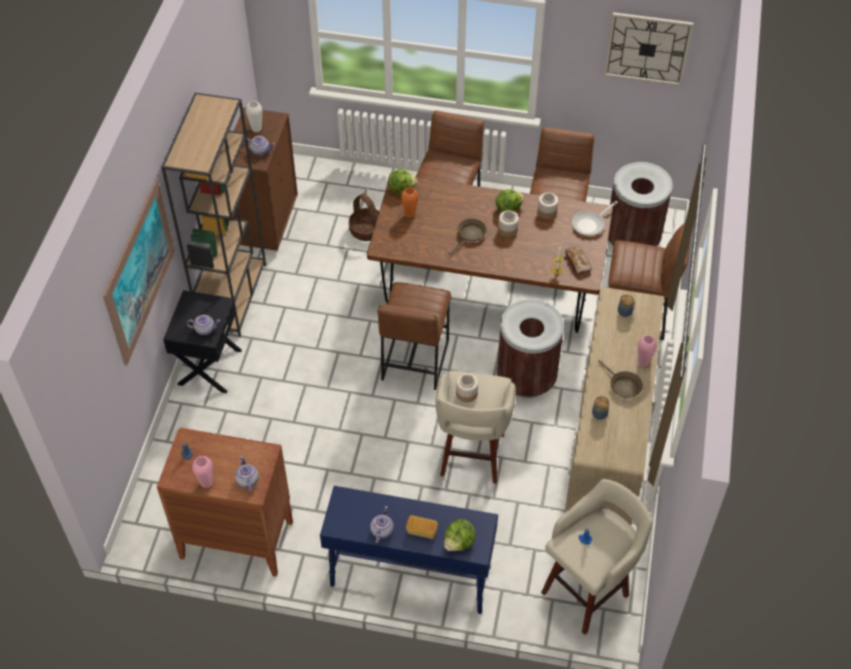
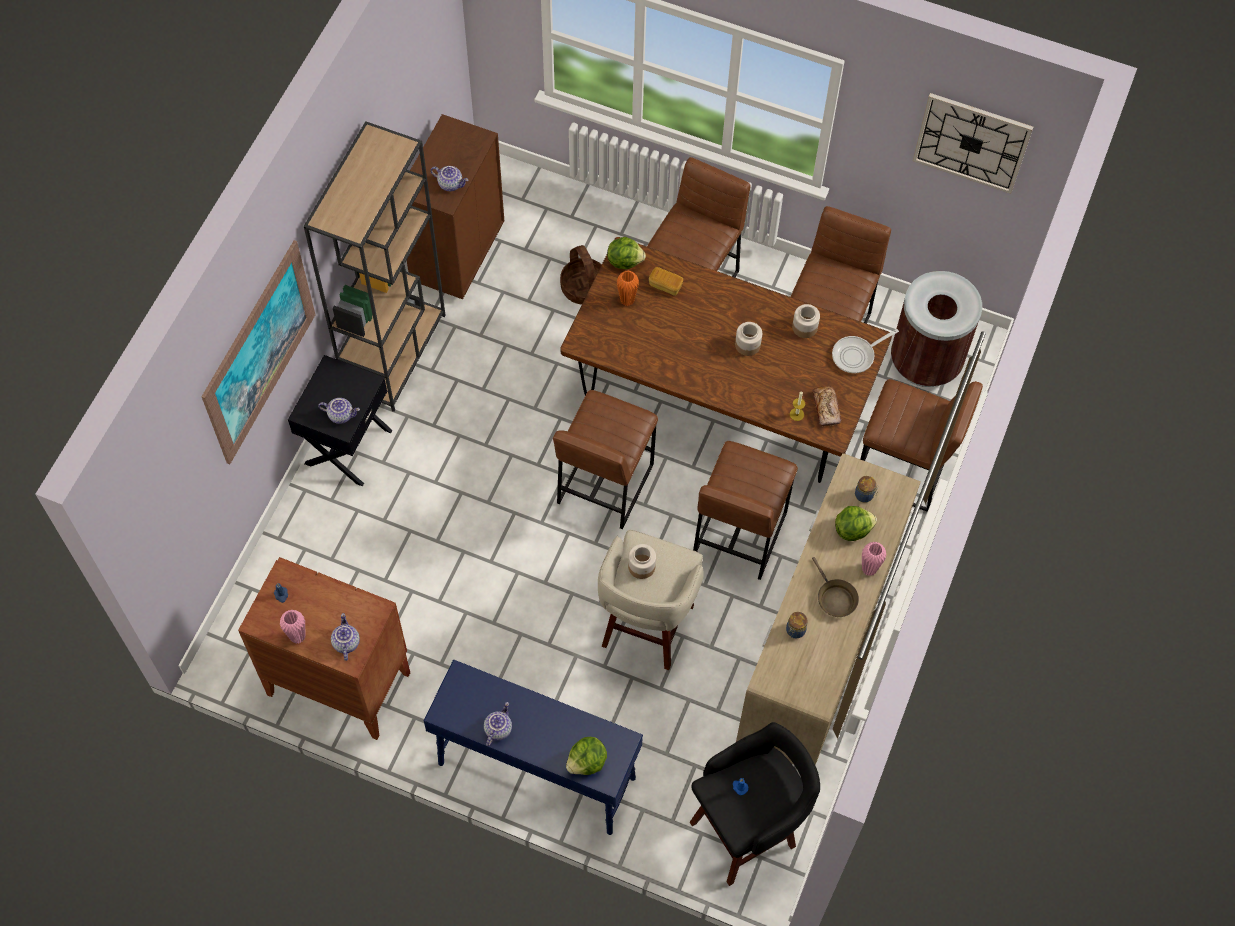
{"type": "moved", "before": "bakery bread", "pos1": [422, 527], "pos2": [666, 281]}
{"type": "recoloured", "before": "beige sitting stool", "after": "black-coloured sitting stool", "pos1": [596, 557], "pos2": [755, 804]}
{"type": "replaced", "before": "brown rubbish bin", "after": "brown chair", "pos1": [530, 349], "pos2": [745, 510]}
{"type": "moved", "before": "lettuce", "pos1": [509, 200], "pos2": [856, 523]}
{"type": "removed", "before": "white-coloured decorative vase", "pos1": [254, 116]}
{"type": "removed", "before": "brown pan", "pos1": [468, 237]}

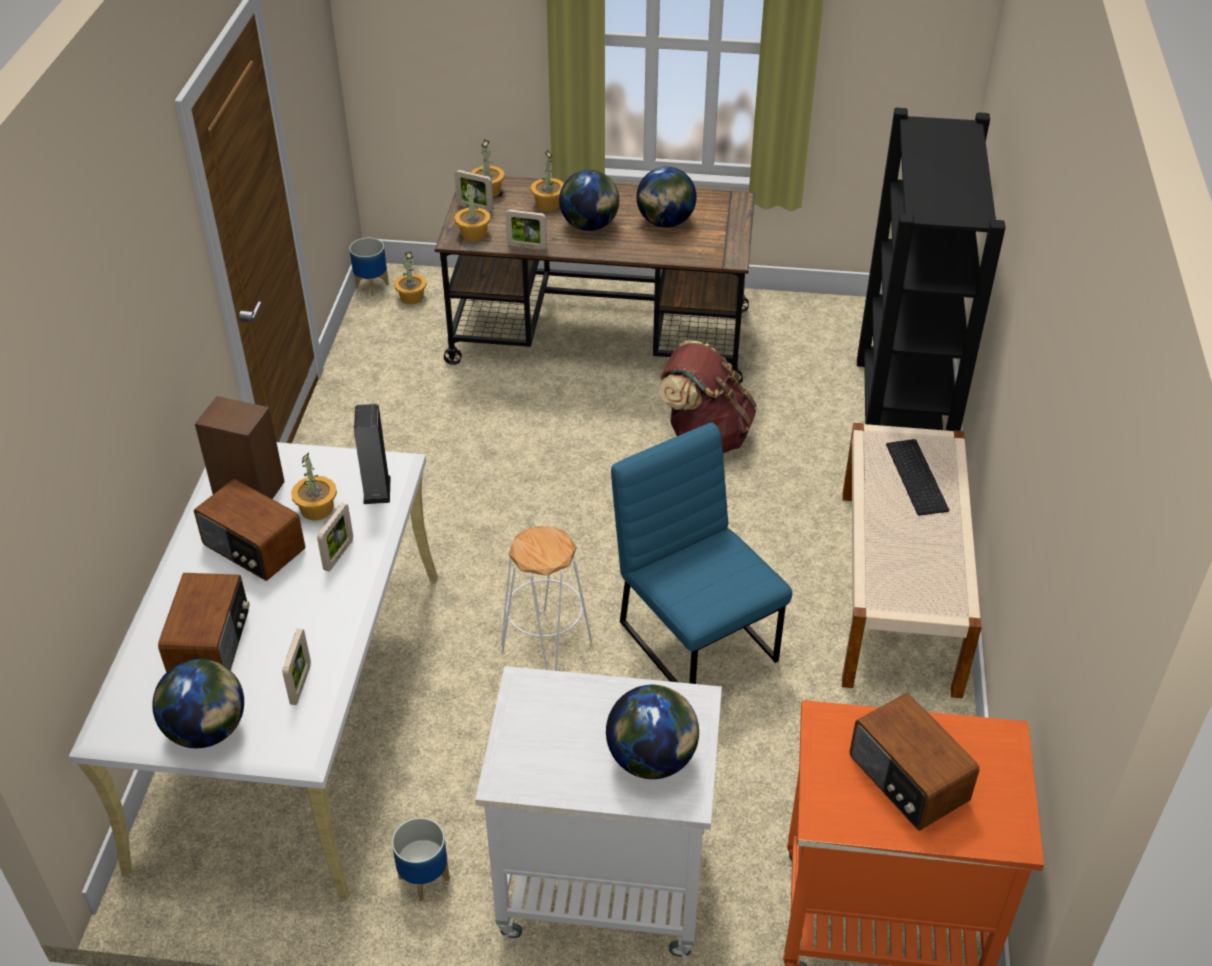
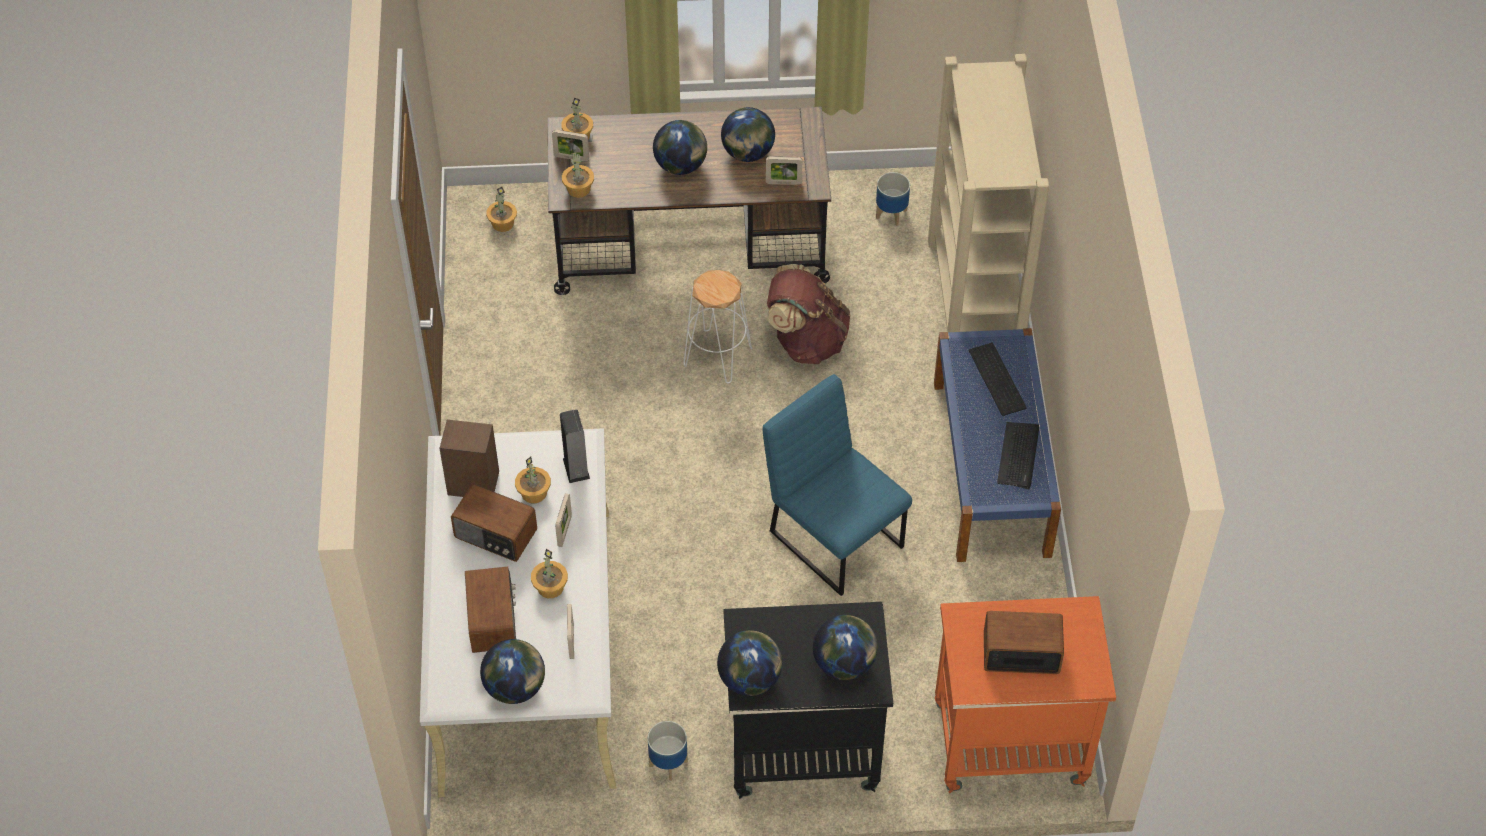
{"type": "moved", "before": "houseplant", "pos1": [547, 180], "pos2": [549, 574]}
{"type": "moved", "before": "white-coloured sitting stool", "pos1": [546, 598], "pos2": [717, 326]}
{"type": "added", "after": "world globe", "pos2": [749, 663]}
{"type": "recoloured", "before": "white-coloured wheeled cart", "after": "black-coloured wheeled cart", "pos1": [598, 813], "pos2": [808, 700]}
{"type": "moved", "before": "photo frame", "pos1": [526, 229], "pos2": [784, 171]}
{"type": "moved", "before": "planter", "pos1": [369, 267], "pos2": [893, 199]}
{"type": "recoloured", "before": "black-coloured bookcase", "after": "beige bookcase", "pos1": [931, 295], "pos2": [988, 211]}
{"type": "recoloured", "before": "beige long seat", "after": "blue-coloured long seat", "pos1": [912, 560], "pos2": [997, 445]}
{"type": "turned", "before": "radio receiver", "pos1": [915, 762], "pos2": [1024, 642], "turn": 135}
{"type": "added", "after": "PC keyboard", "pos2": [1018, 455]}

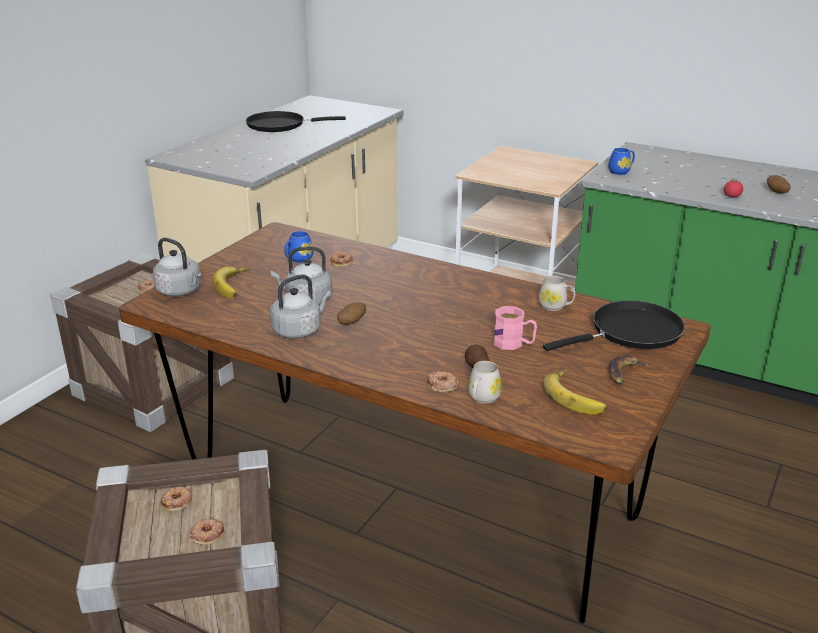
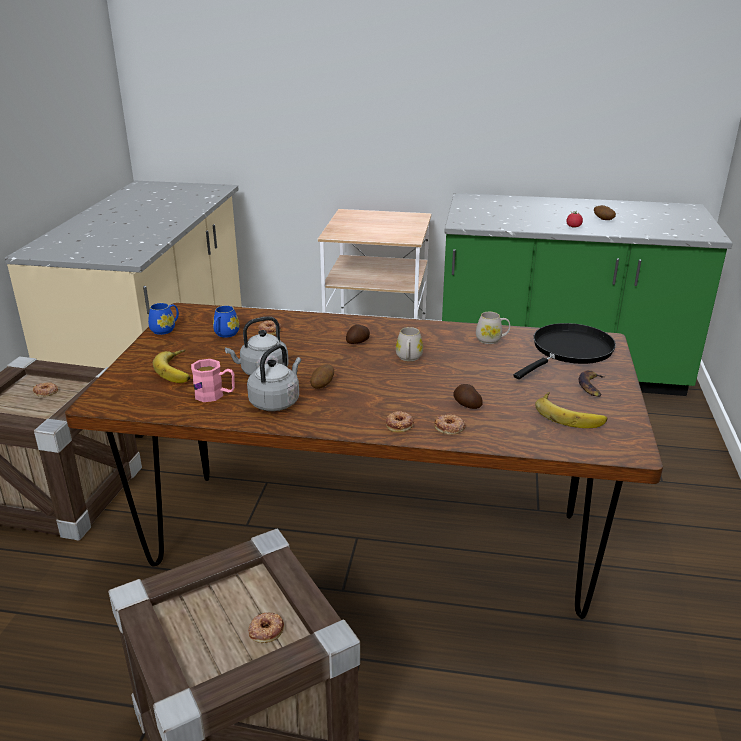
{"type": "moved", "before": "blue-coloured mug", "pos1": [621, 161], "pos2": [163, 319]}
{"type": "moved", "before": "pink-coloured mug", "pos1": [515, 328], "pos2": [213, 380]}
{"type": "added", "after": "potato", "pos2": [358, 334]}
{"type": "moved", "before": "doughnut", "pos1": [176, 499], "pos2": [400, 421]}
{"type": "moved", "before": "white-coloured mug", "pos1": [485, 382], "pos2": [409, 344]}
{"type": "removed", "before": "greyish tea kettle", "pos1": [177, 267]}
{"type": "removed", "before": "black-coloured pan", "pos1": [296, 121]}

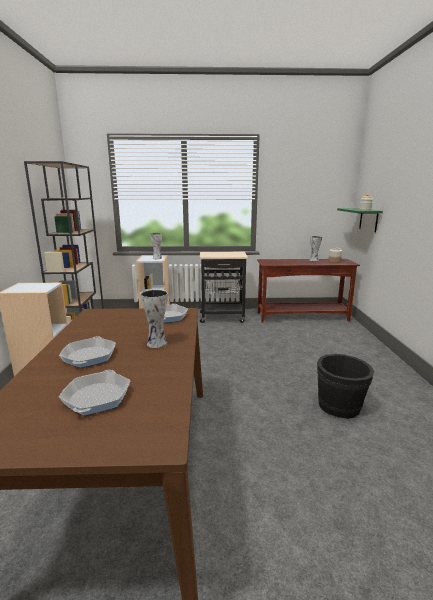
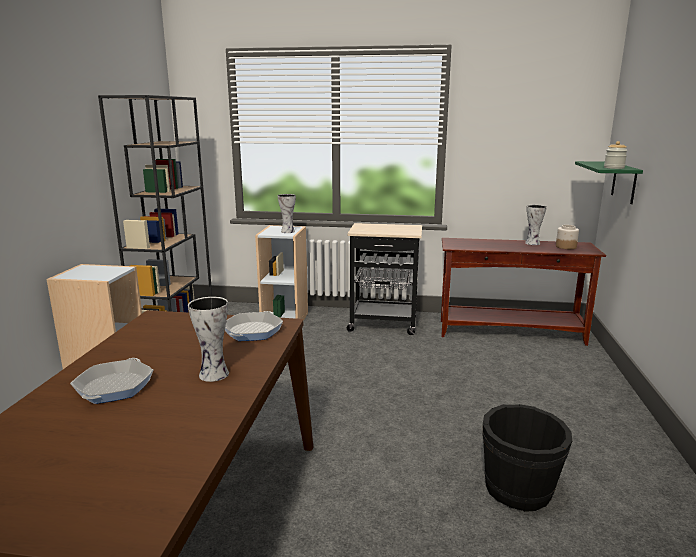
{"type": "removed", "before": "pan", "pos1": [95, 392]}

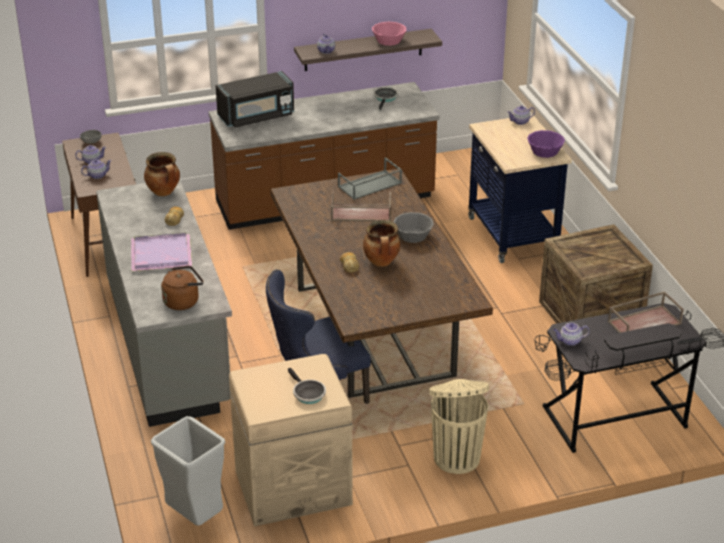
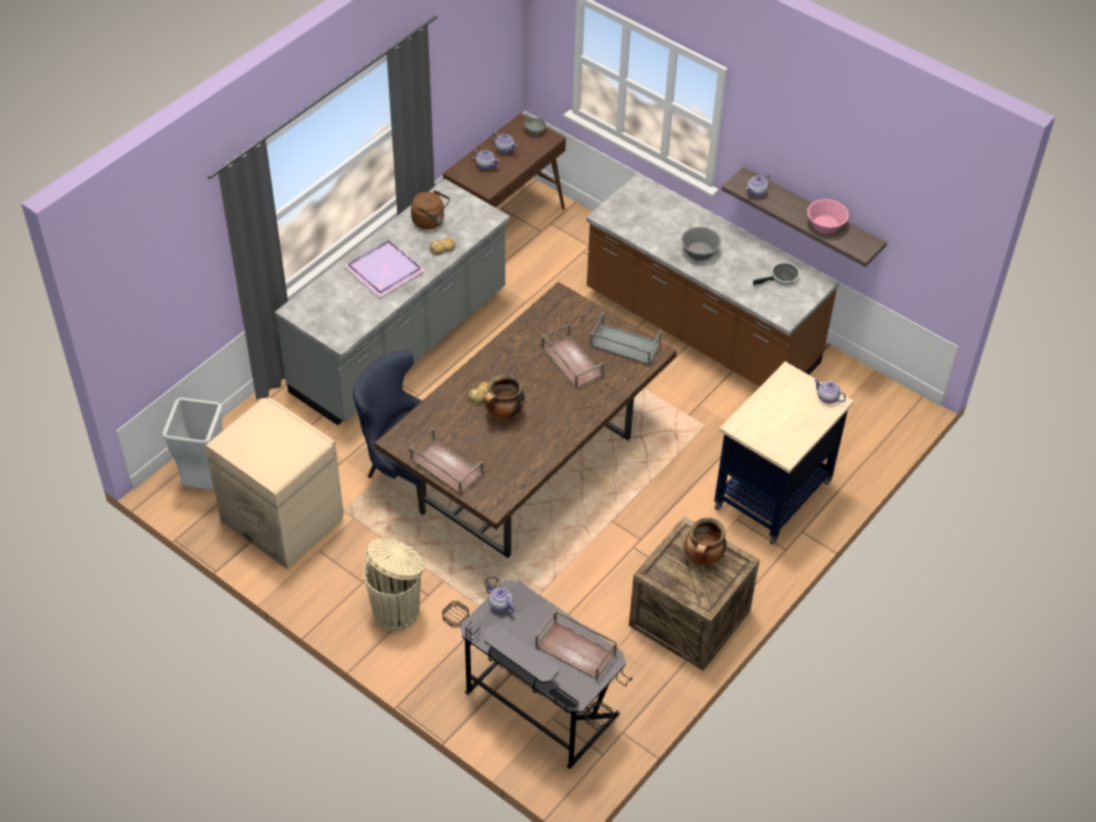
{"type": "added", "after": "brown carrying tray", "pos2": [447, 461]}
{"type": "moved", "before": "brown tea kettle", "pos1": [182, 288], "pos2": [430, 209]}
{"type": "moved", "before": "greyish deep dish", "pos1": [414, 227], "pos2": [701, 243]}
{"type": "moved", "before": "saucepot", "pos1": [162, 174], "pos2": [705, 542]}
{"type": "removed", "before": "black-coloured microwave oven", "pos1": [255, 99]}
{"type": "removed", "before": "pan", "pos1": [307, 386]}
{"type": "removed", "before": "purplish deep dish", "pos1": [546, 144]}

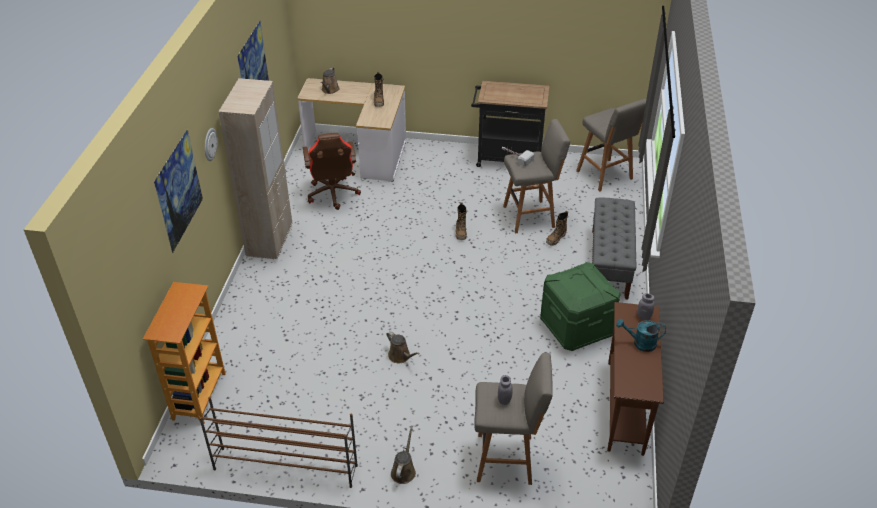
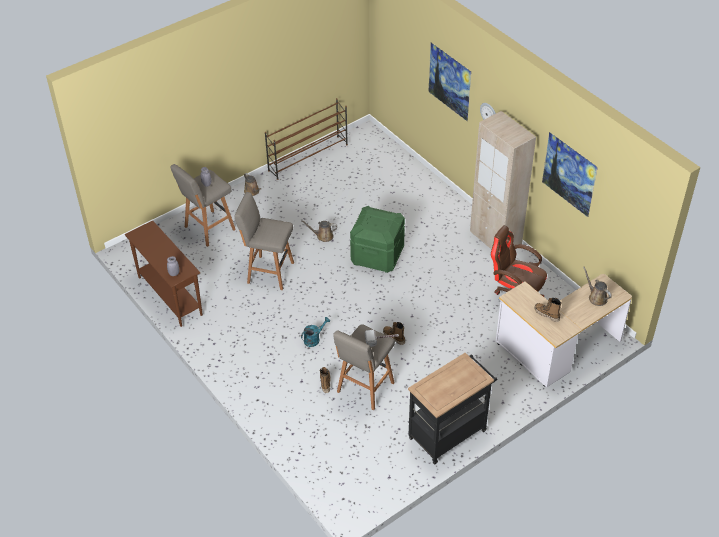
{"type": "moved", "before": "greyish sitting stool", "pos1": [611, 145], "pos2": [264, 241]}
{"type": "moved", "before": "blue-green sprinkling can", "pos1": [641, 335], "pos2": [315, 332]}
{"type": "moved", "before": "green storage bin", "pos1": [580, 306], "pos2": [377, 239]}
{"type": "removed", "before": "bookcase", "pos1": [184, 352]}
{"type": "removed", "before": "greyish long seat", "pos1": [614, 248]}

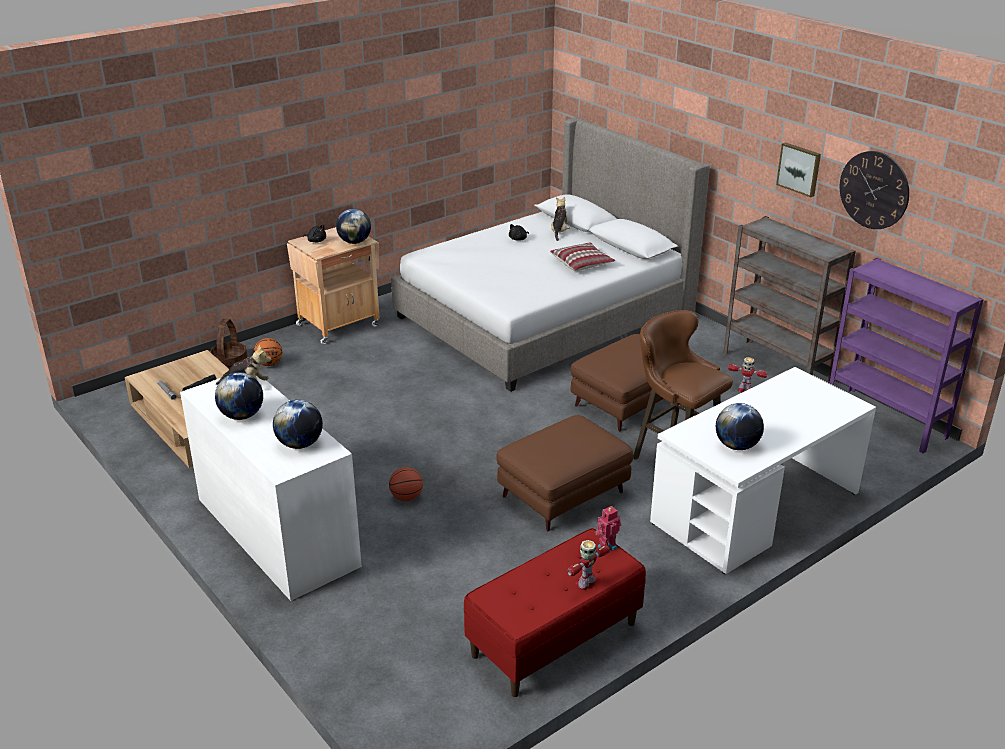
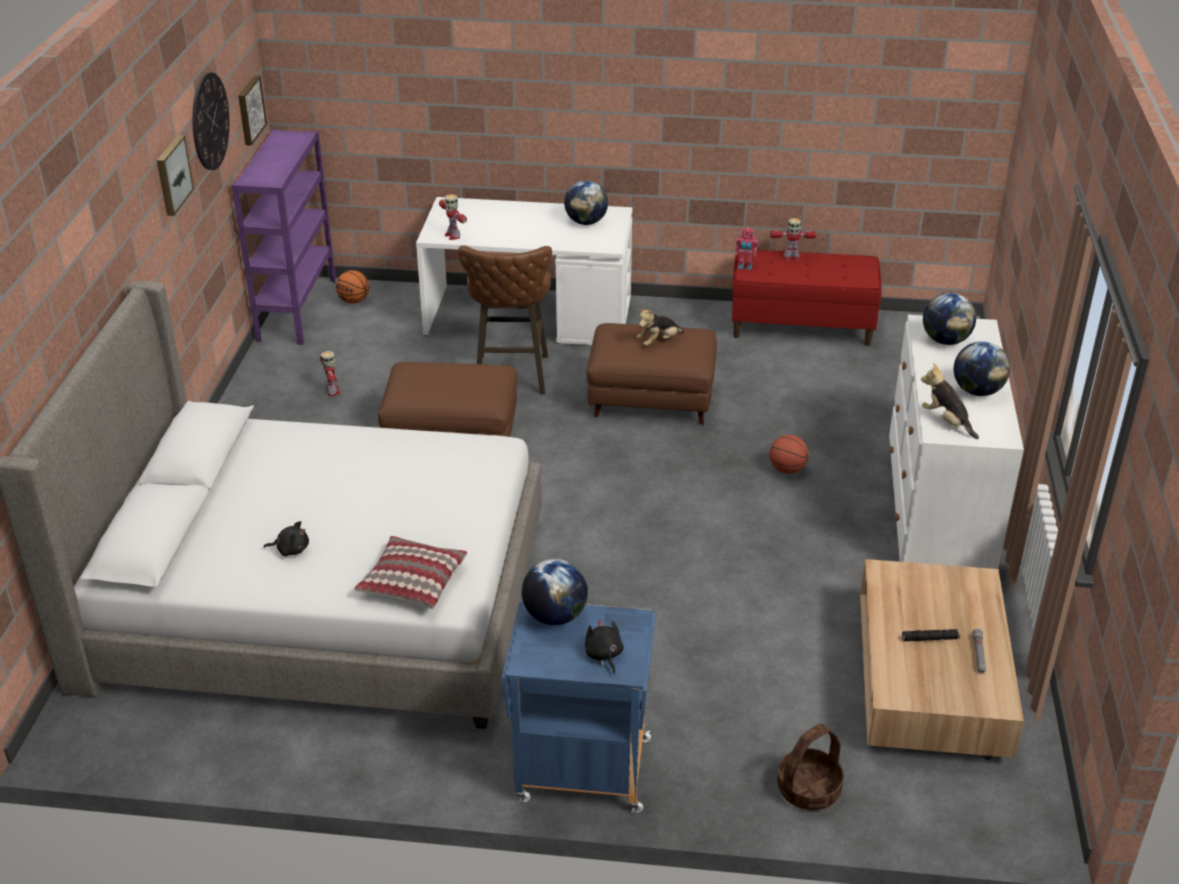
{"type": "added", "after": "picture", "pos2": [252, 111]}
{"type": "moved", "before": "basketball", "pos1": [268, 352], "pos2": [352, 287]}
{"type": "moved", "before": "cushion", "pos1": [582, 257], "pos2": [410, 572]}
{"type": "added", "after": "robot figure", "pos2": [453, 217]}
{"type": "recoloured", "before": "brown wheeled cart", "after": "blue-coloured wheeled cart", "pos1": [333, 285], "pos2": [579, 706]}
{"type": "moved", "before": "cuddly toy", "pos1": [560, 219], "pos2": [660, 327]}
{"type": "removed", "before": "greyish bookcase", "pos1": [790, 299]}

